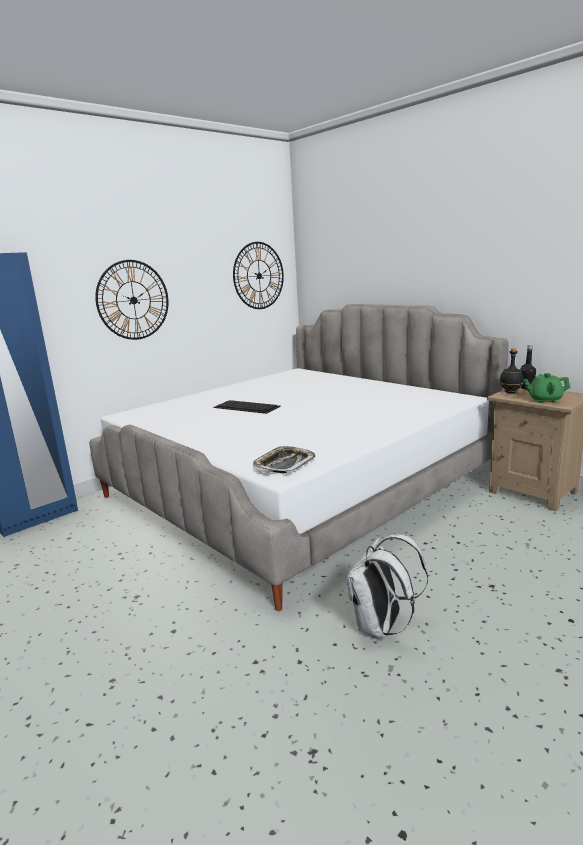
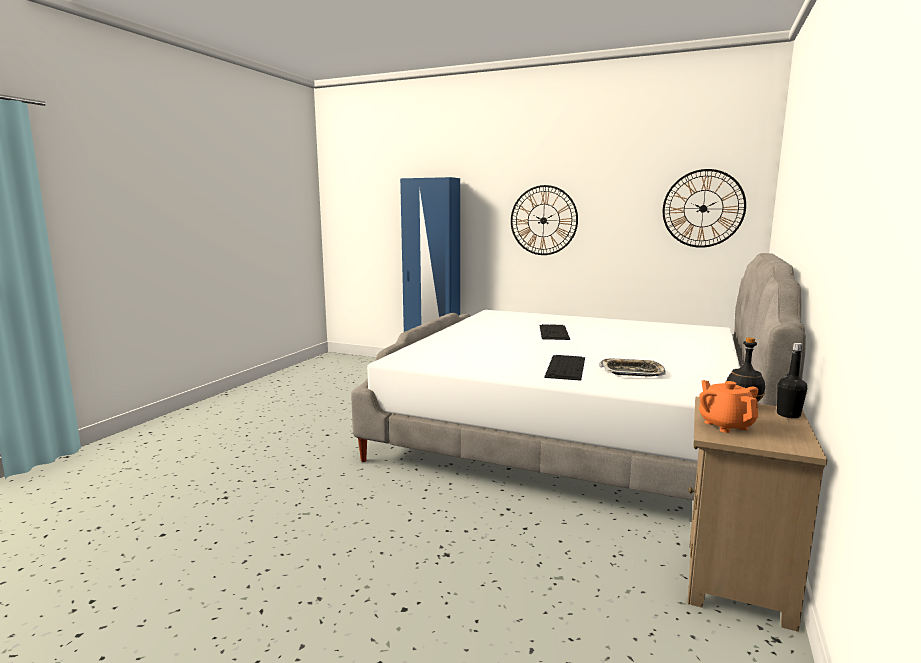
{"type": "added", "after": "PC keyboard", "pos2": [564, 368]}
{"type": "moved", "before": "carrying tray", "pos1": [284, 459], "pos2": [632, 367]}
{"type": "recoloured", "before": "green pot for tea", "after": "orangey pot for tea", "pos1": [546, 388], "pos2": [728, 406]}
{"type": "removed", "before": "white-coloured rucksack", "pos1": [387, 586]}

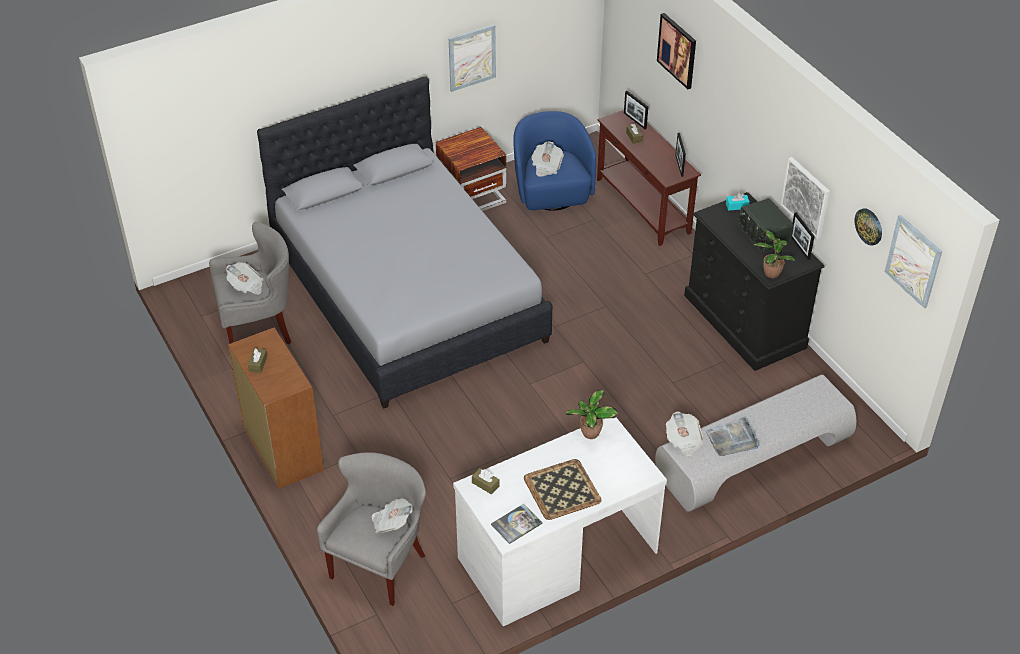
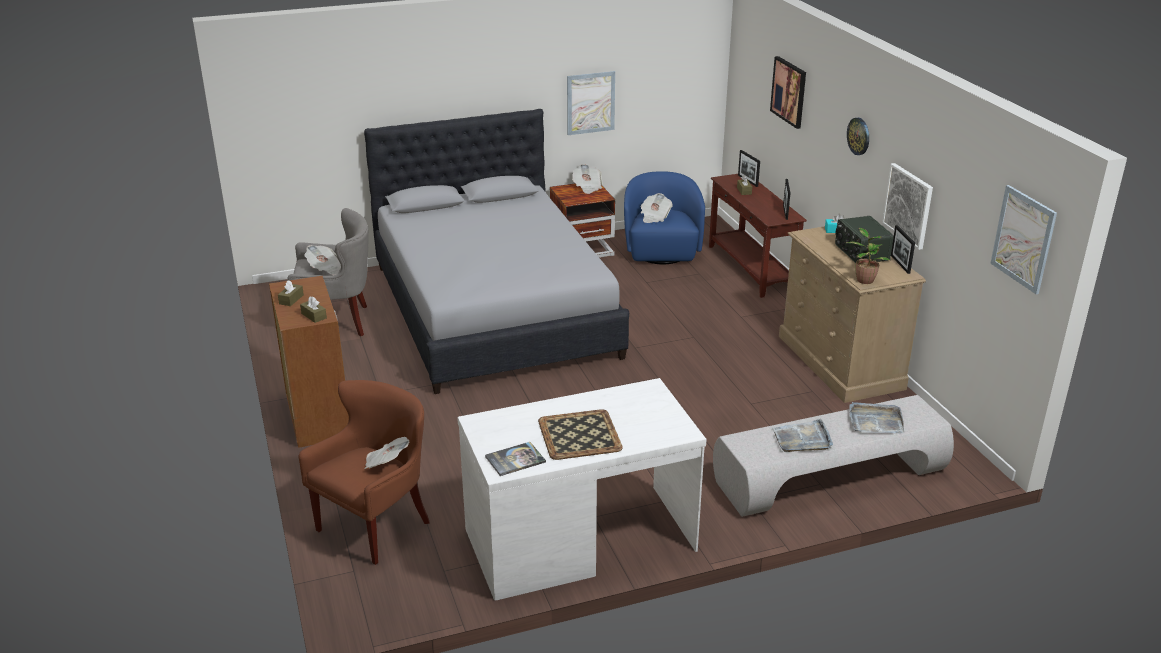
{"type": "recoloured", "before": "greyish lounge chair", "after": "brown lounge chair", "pos1": [371, 529], "pos2": [364, 472]}
{"type": "moved", "before": "brown tissue box", "pos1": [485, 481], "pos2": [313, 309]}
{"type": "moved", "before": "printed paper", "pos1": [685, 434], "pos2": [587, 179]}
{"type": "recoloured", "before": "black-coloured chest of drawers", "after": "beige chest of drawers", "pos1": [754, 281], "pos2": [852, 314]}
{"type": "moved", "before": "clock on the wall", "pos1": [868, 227], "pos2": [858, 136]}
{"type": "added", "after": "greyish carrying tray", "pos2": [876, 418]}
{"type": "removed", "before": "houseplant", "pos1": [591, 414]}

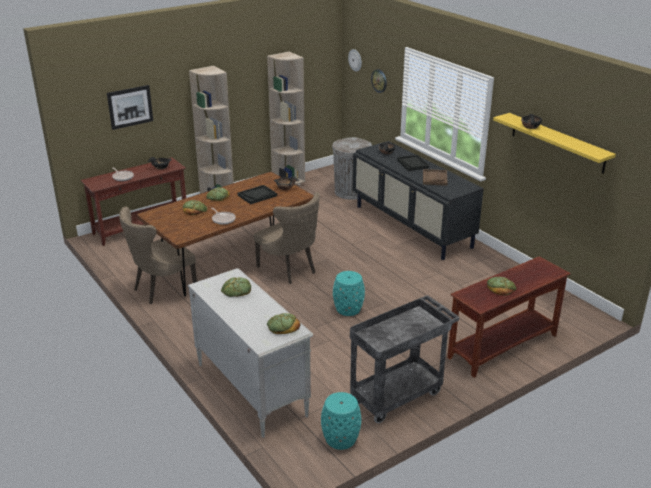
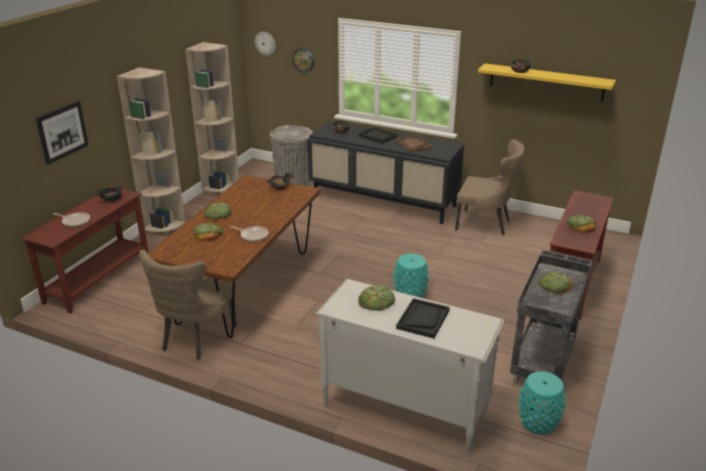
{"type": "moved", "before": "black-coloured carrying tray", "pos1": [257, 194], "pos2": [423, 318]}
{"type": "moved", "before": "beige chair", "pos1": [286, 238], "pos2": [490, 187]}
{"type": "moved", "before": "bakery bread", "pos1": [284, 323], "pos2": [555, 283]}

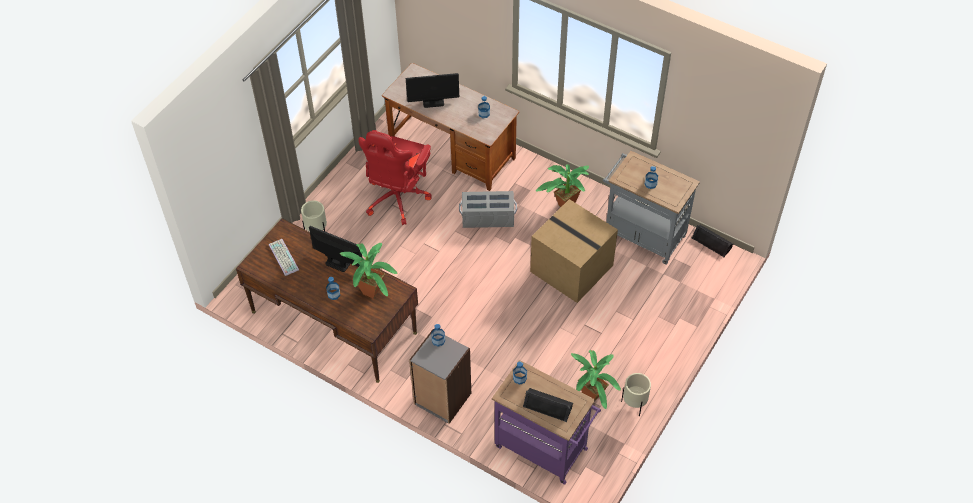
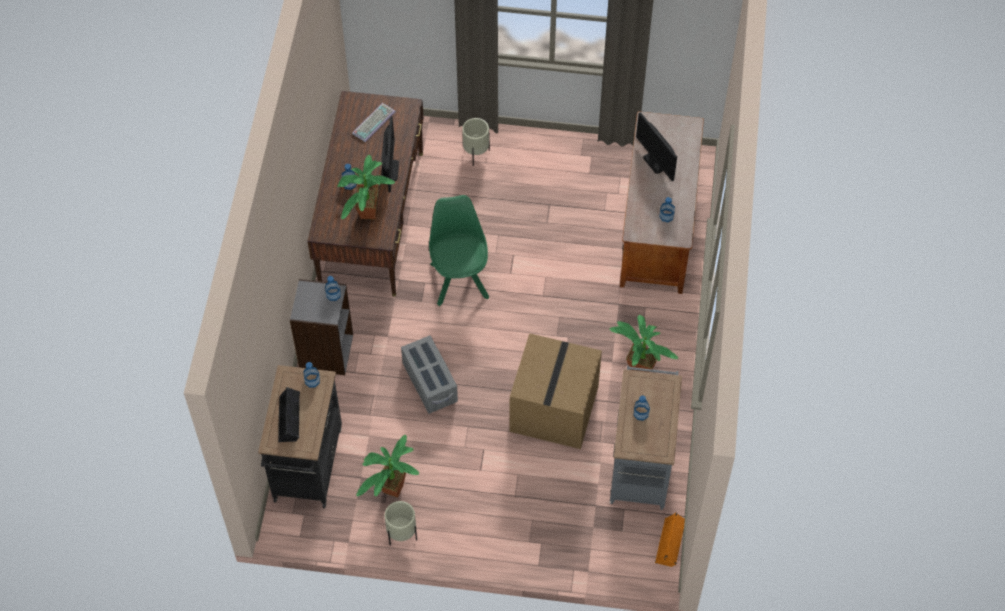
{"type": "recoloured", "before": "purplish wheeled cart", "after": "black-coloured wheeled cart", "pos1": [546, 422], "pos2": [300, 436]}
{"type": "moved", "before": "greyish storage bin", "pos1": [488, 209], "pos2": [429, 374]}
{"type": "added", "after": "green chair", "pos2": [459, 250]}
{"type": "recoloured", "before": "black-coloured loudspeaker", "after": "orangey loudspeaker", "pos1": [712, 241], "pos2": [670, 540]}
{"type": "removed", "before": "reddish office chair", "pos1": [395, 177]}

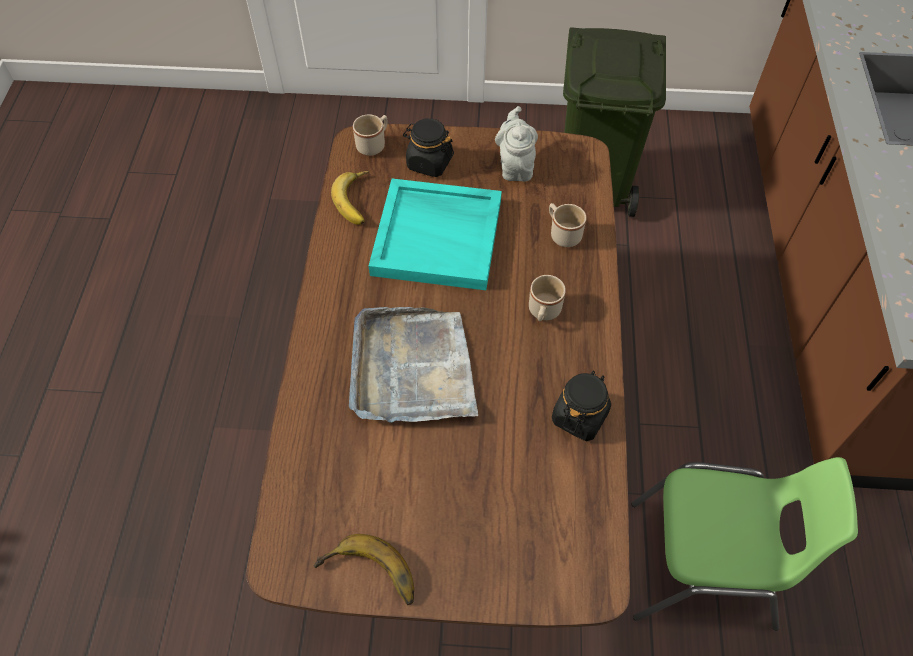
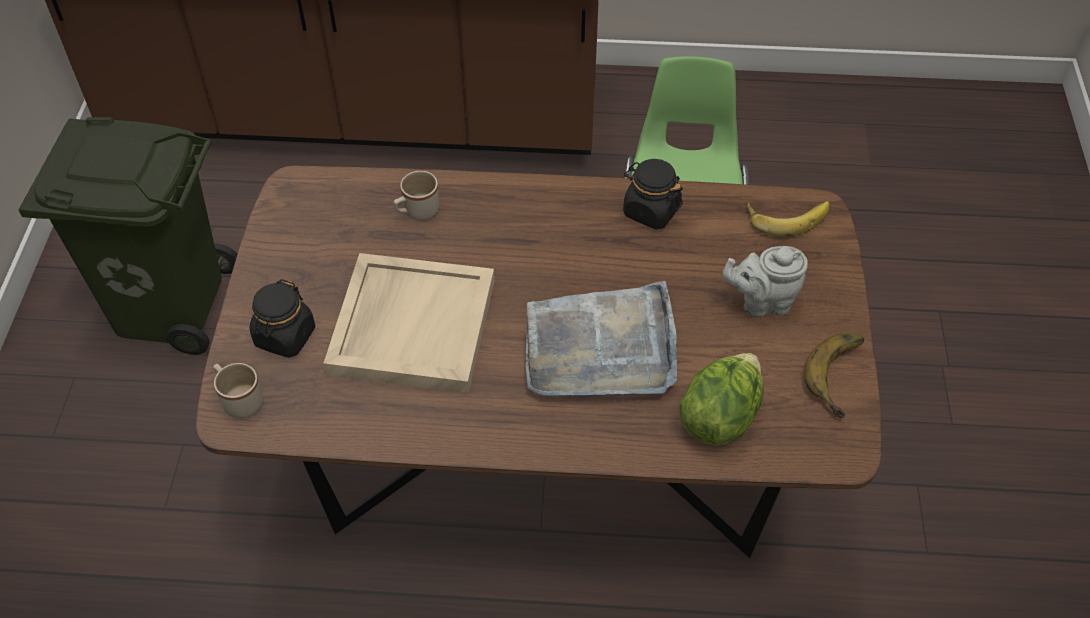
{"type": "recoloured", "before": "blue-green carrying tray", "after": "beige carrying tray", "pos1": [435, 234], "pos2": [409, 323]}
{"type": "added", "after": "lettuce", "pos2": [721, 399]}
{"type": "moved", "before": "greyish pot for tea", "pos1": [516, 144], "pos2": [765, 281]}
{"type": "moved", "before": "banana fruit", "pos1": [350, 197], "pos2": [788, 219]}
{"type": "removed", "before": "beige mug", "pos1": [547, 298]}

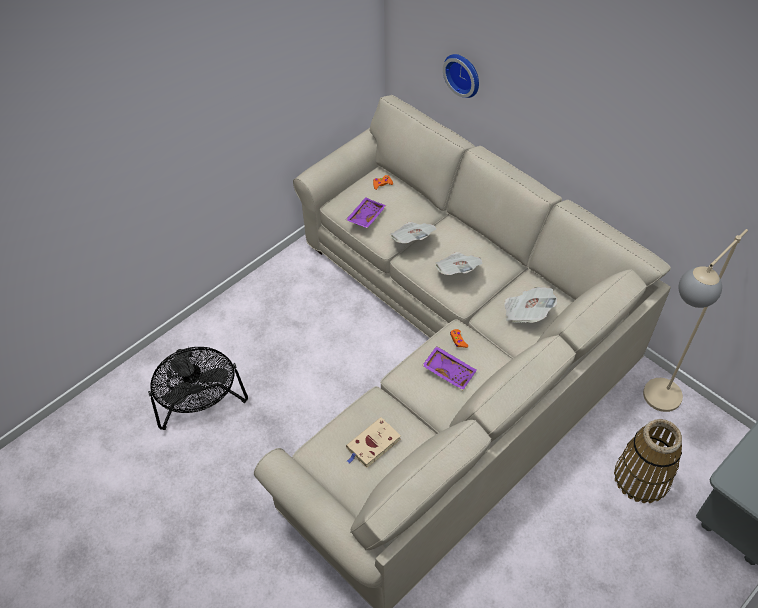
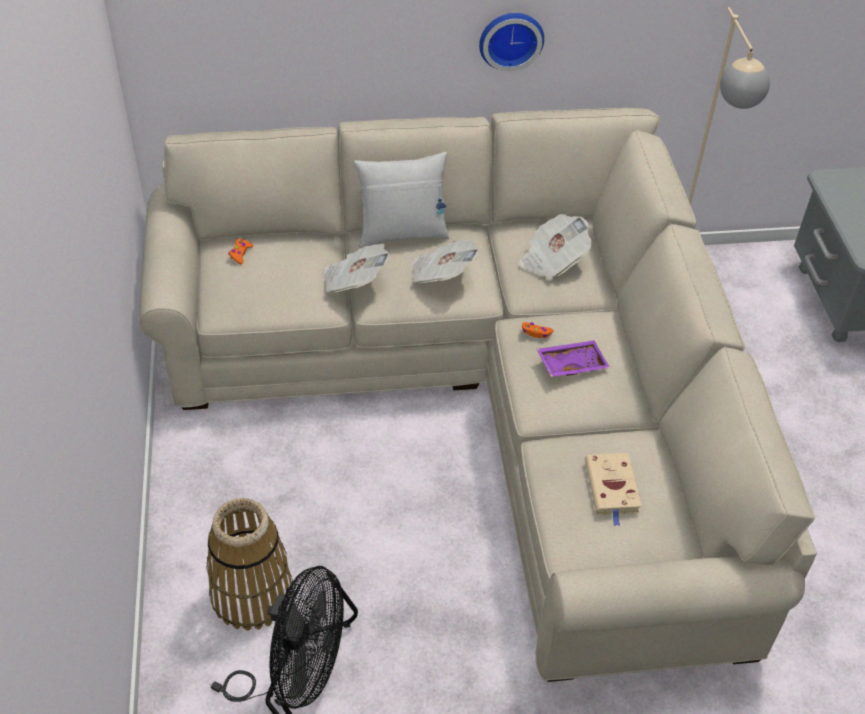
{"type": "moved", "before": "storage basket", "pos1": [648, 461], "pos2": [250, 564]}
{"type": "added", "after": "greyish cushion", "pos2": [401, 200]}
{"type": "moved", "before": "clock on the wall", "pos1": [461, 76], "pos2": [511, 42]}
{"type": "removed", "before": "purplish carrying tray", "pos1": [366, 212]}

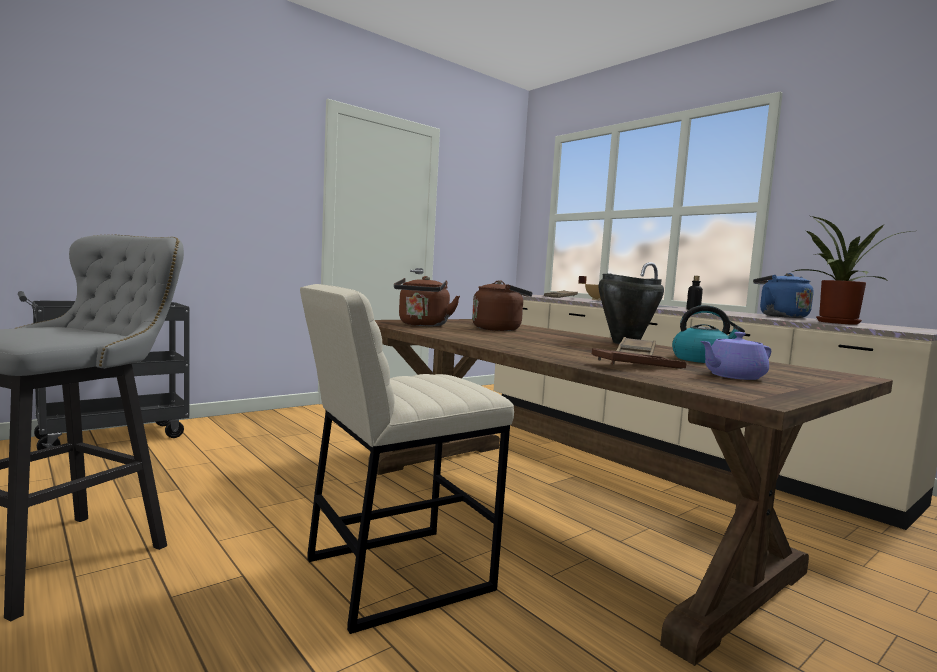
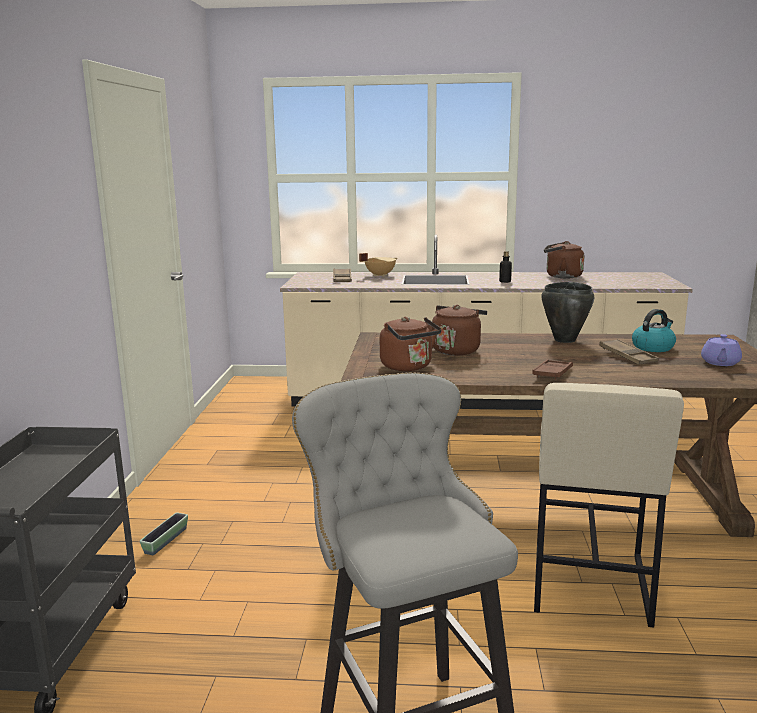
{"type": "added", "after": "planter", "pos2": [164, 534]}
{"type": "moved", "before": "brown carrying tray", "pos1": [639, 358], "pos2": [552, 369]}
{"type": "recoloured", "before": "blue-coloured tea kettle", "after": "brown tea kettle", "pos1": [783, 295], "pos2": [564, 259]}
{"type": "removed", "before": "houseplant", "pos1": [852, 270]}

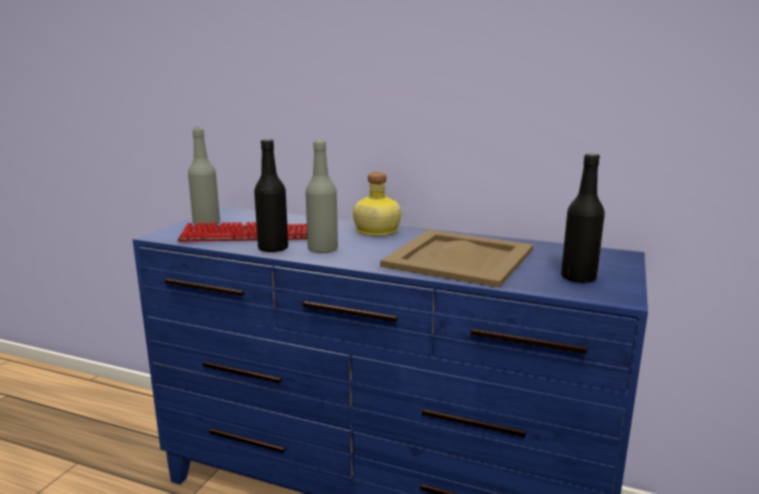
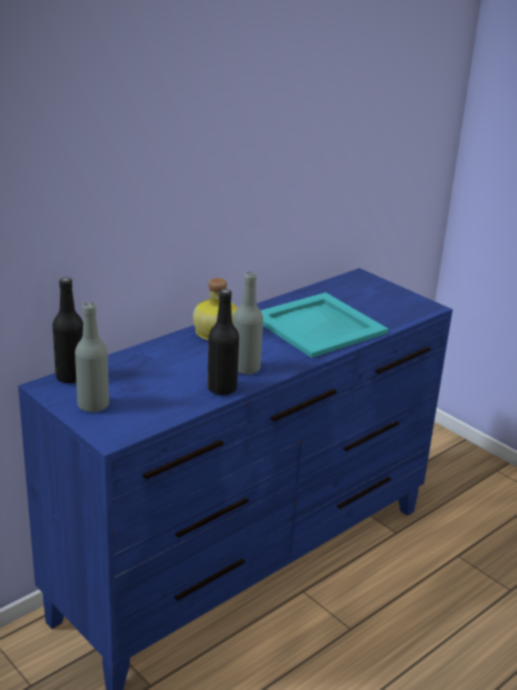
{"type": "moved", "before": "black-coloured bottle", "pos1": [583, 219], "pos2": [67, 330]}
{"type": "recoloured", "before": "beige carrying tray", "after": "blue-green carrying tray", "pos1": [456, 259], "pos2": [324, 325]}
{"type": "removed", "before": "PC keyboard", "pos1": [242, 232]}

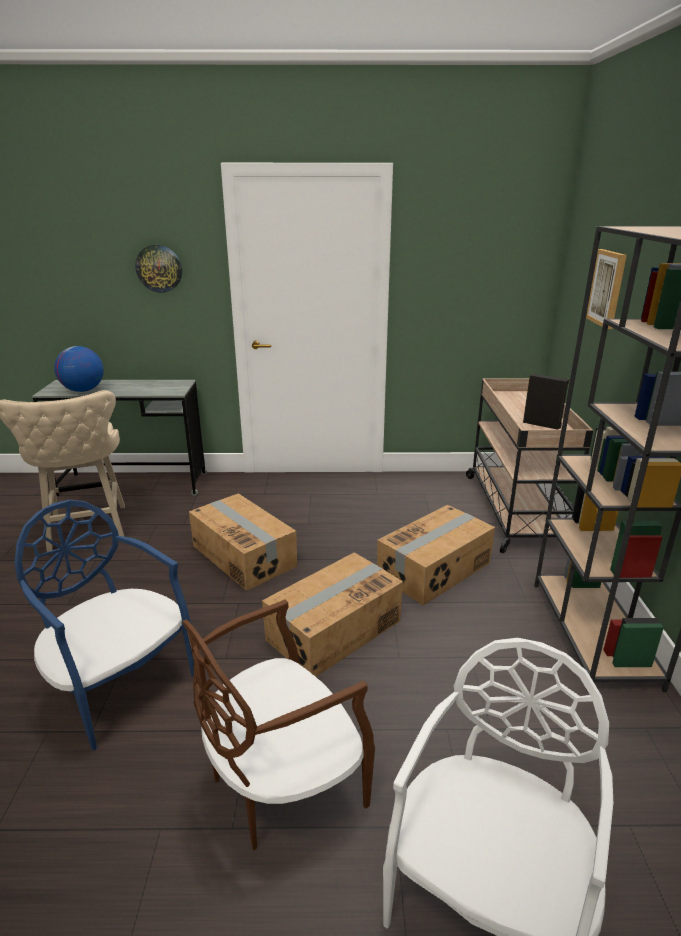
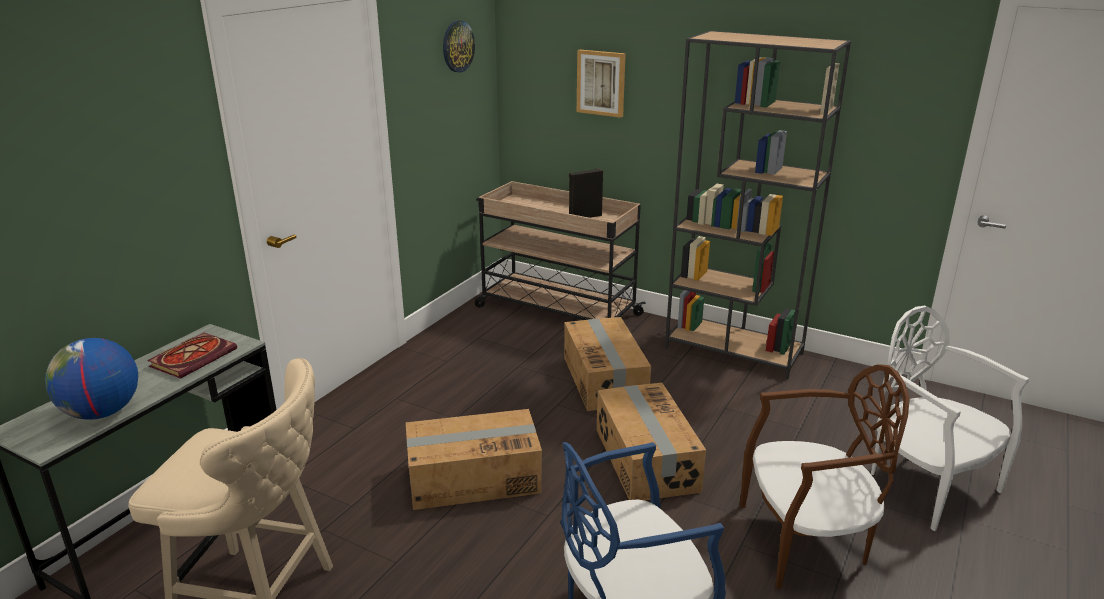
{"type": "added", "after": "book", "pos2": [192, 356]}
{"type": "moved", "before": "clock on the wall", "pos1": [158, 269], "pos2": [459, 46]}
{"type": "turned", "before": "brown chair", "pos1": [278, 724], "pos2": [825, 476], "turn": -90}

